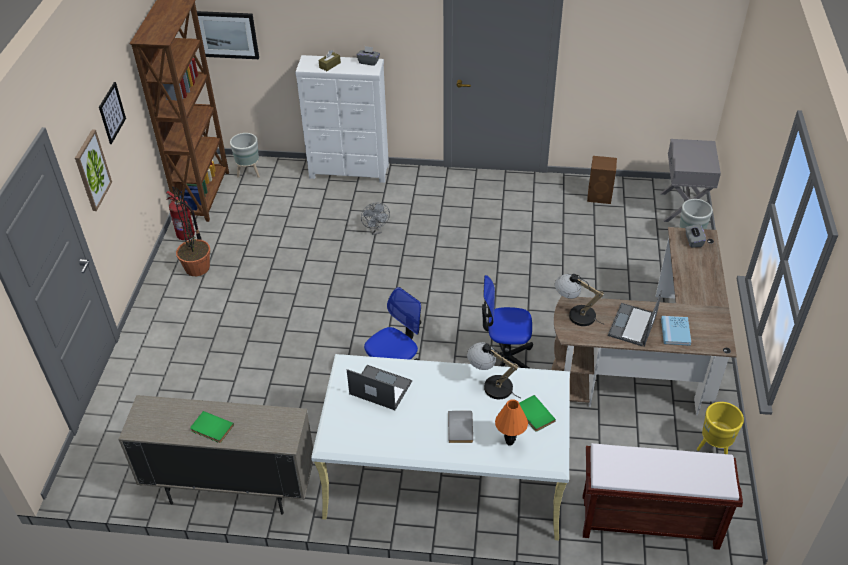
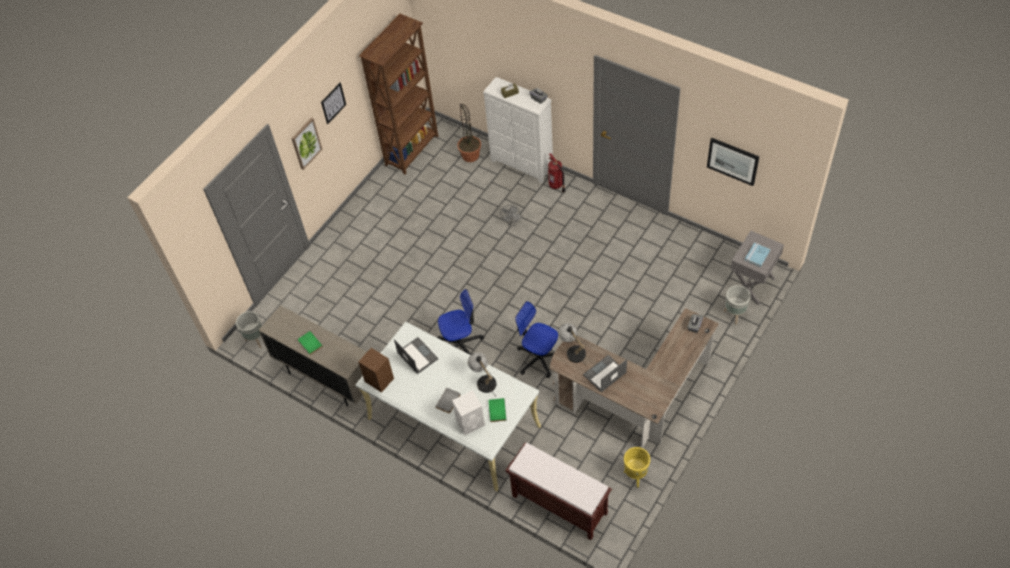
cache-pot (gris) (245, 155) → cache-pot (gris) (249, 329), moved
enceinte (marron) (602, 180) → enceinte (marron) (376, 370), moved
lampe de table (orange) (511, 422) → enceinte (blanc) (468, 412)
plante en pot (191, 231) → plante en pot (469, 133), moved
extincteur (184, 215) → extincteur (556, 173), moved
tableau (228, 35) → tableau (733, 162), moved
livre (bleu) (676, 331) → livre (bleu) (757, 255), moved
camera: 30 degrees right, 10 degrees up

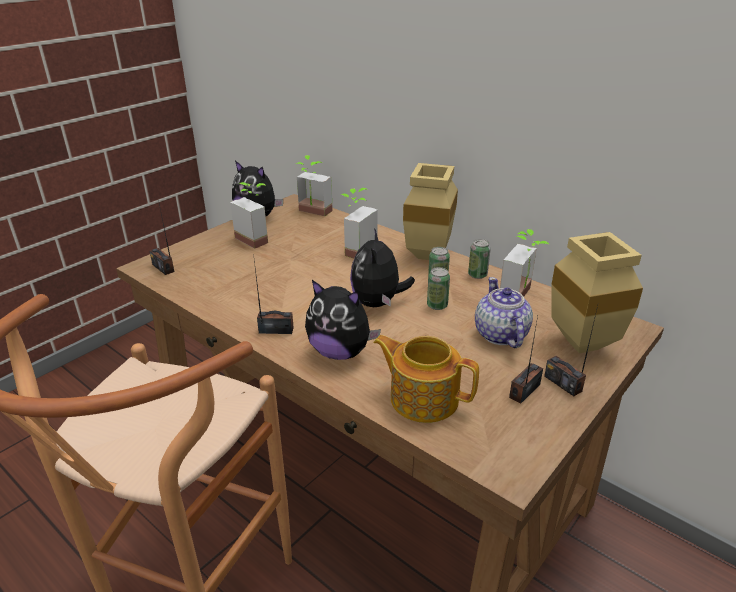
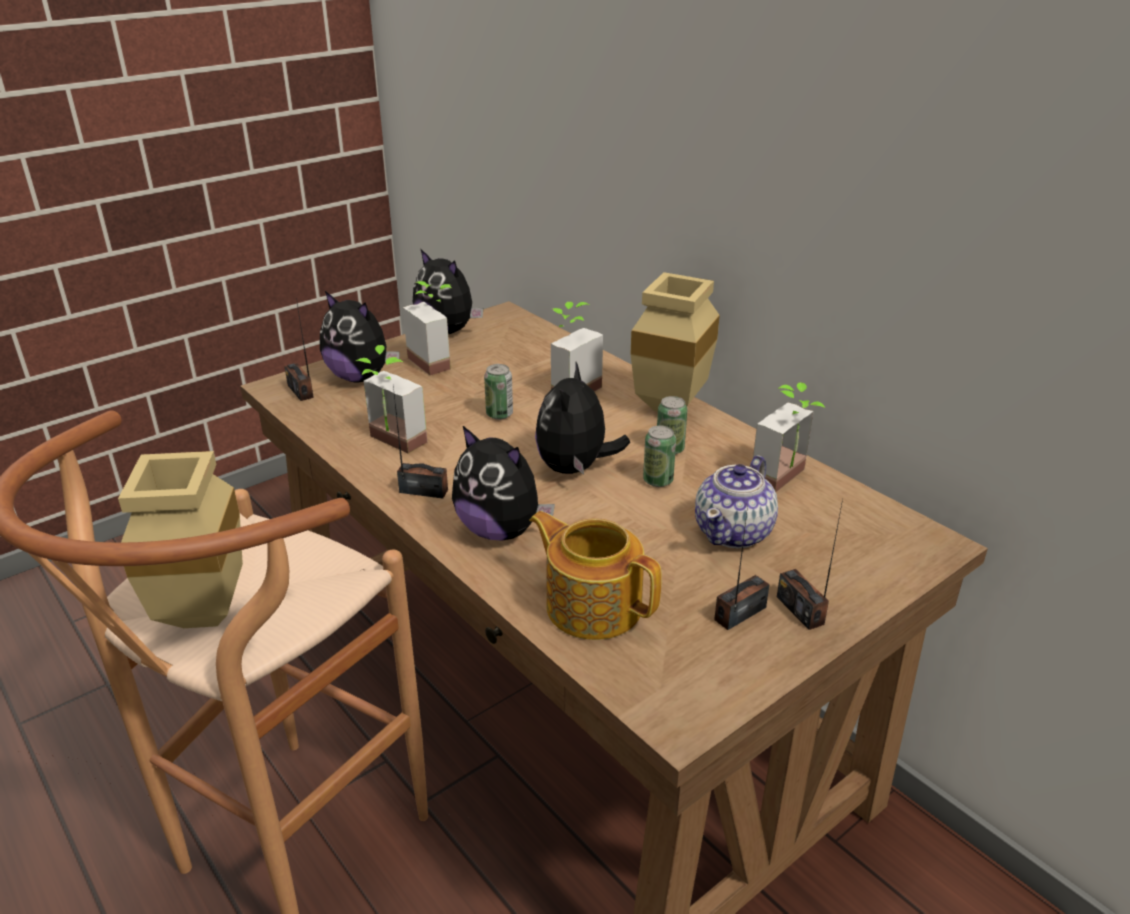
vase (beige) (597, 292) → vase (beige) (180, 539), moved
- → peluche (360, 337)
plante en pot (314, 185) → plante en pot (391, 399), moved
boîte métallique (479, 259) → boîte métallique (498, 392), moved
théière (504, 312) → théière (736, 502), 150 degrees counterclockwise
camera: 10 degrees right, 0 degrees up

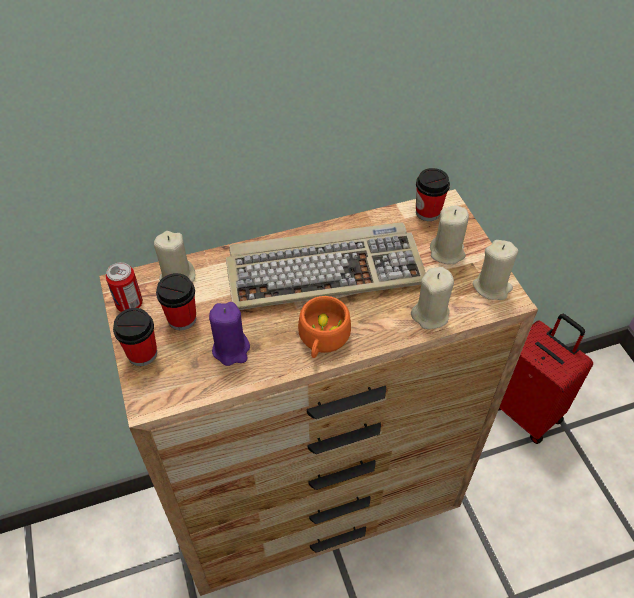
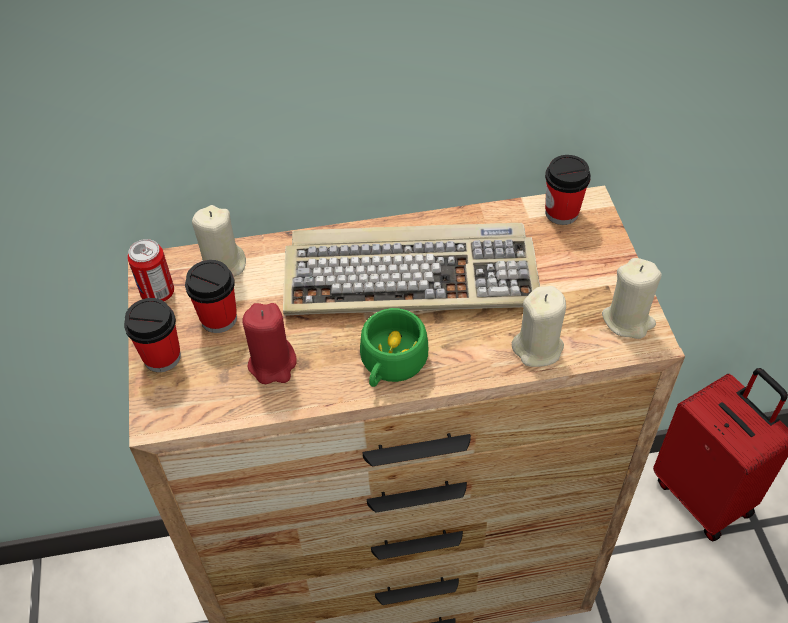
bougie (violet) (229, 334) → bougie (rouge) (269, 343)
tasse (orange) (324, 327) → tasse (vert) (394, 347)
bougie (beige) (449, 234) → -
camera: 10 degrees right, 0 degrees up

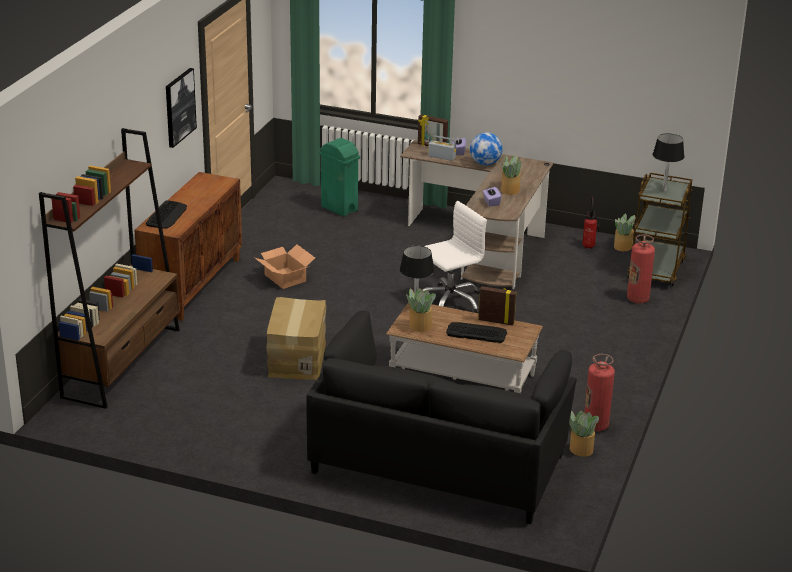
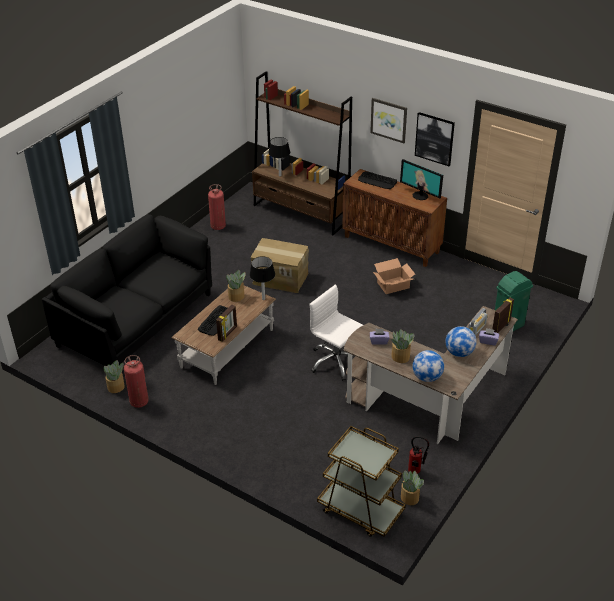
extincteur (641, 268) → extincteur (217, 207), moved
lampe de table (noir) (668, 162) → lampe de table (noir) (279, 156), moved
chaise de bureau (blanc) (454, 257) → chaise de bureau (blanc) (336, 332), 150 degrees clockwise
- → tableau (388, 120)
- → écran d'ordinateur (421, 179)
- → globe (428, 366)
camera: 105 degrees right, 10 degrees up

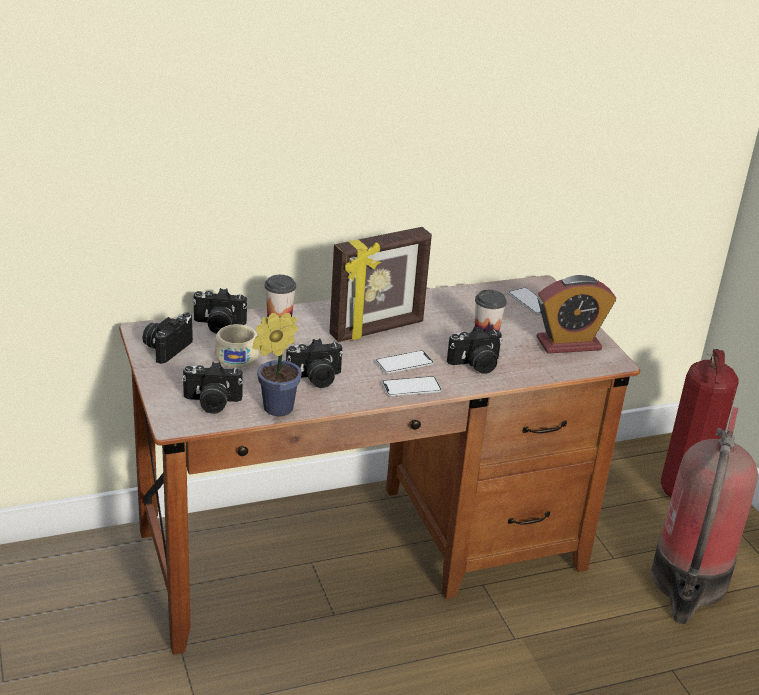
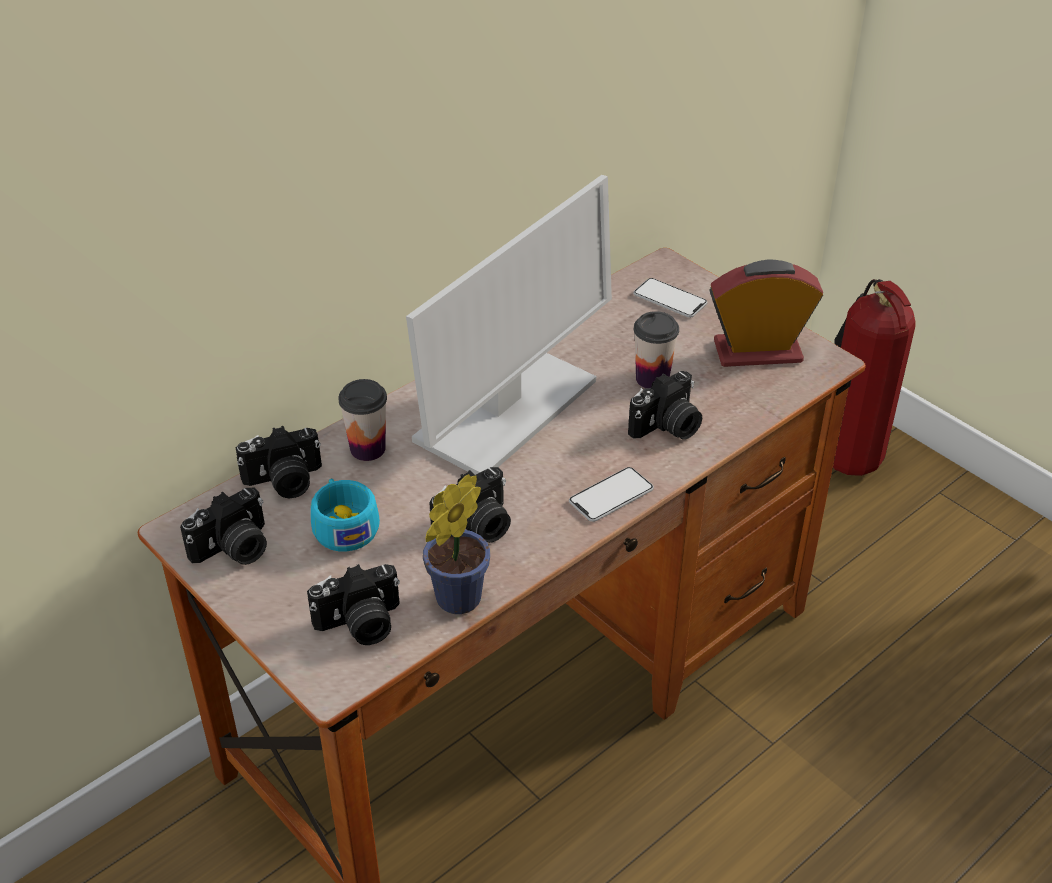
appareil photo (167, 338) → appareil photo (223, 526), 135 degrees counterclockwise
tasse (beige) (237, 346) → tasse (turquoise) (345, 515)
cadre photo (380, 284) → écran d'ordinateur (509, 325)
réveil (576, 314) → réveil (766, 313), 150 degrees counterclockwise
téléphone (404, 362) → -
extincteur (704, 515) → -
camera: 20 degrees left, 10 degrees up

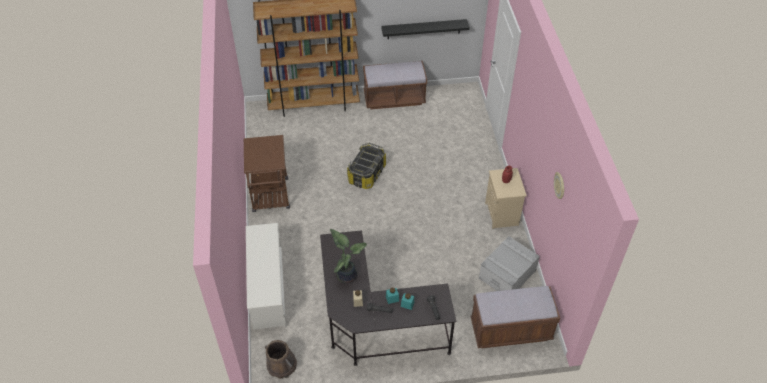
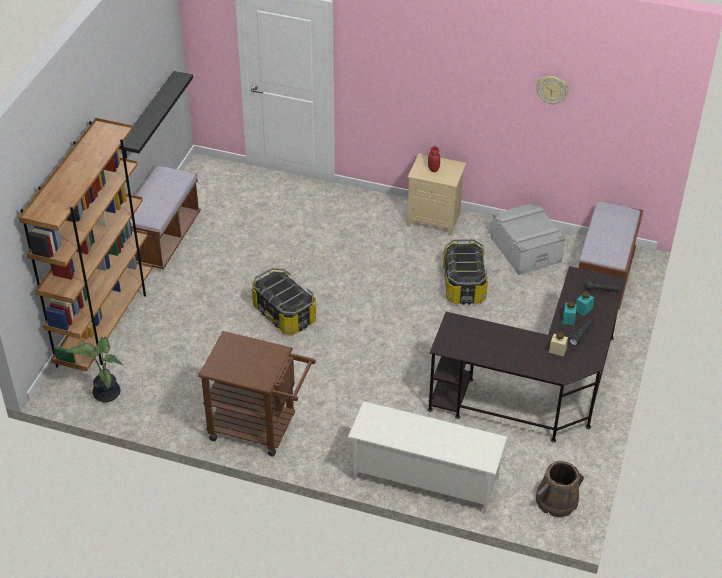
plante en pot (348, 256) → plante en pot (94, 369), moved
- → boîte de rangement (465, 272)
camera: 65 degrees left, 5 degrees down

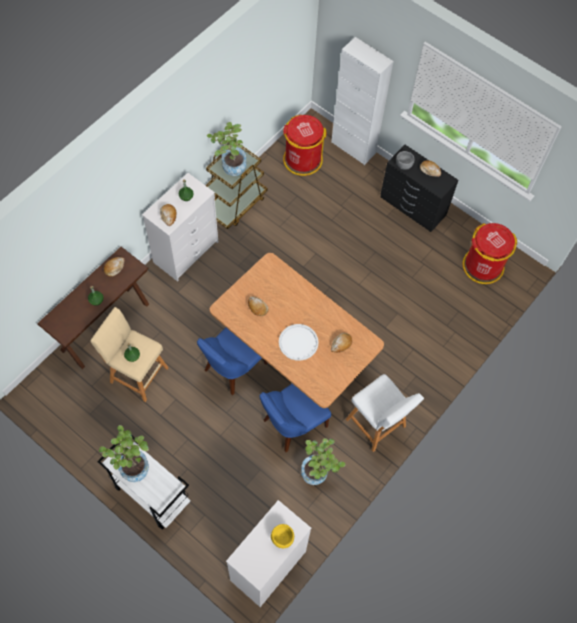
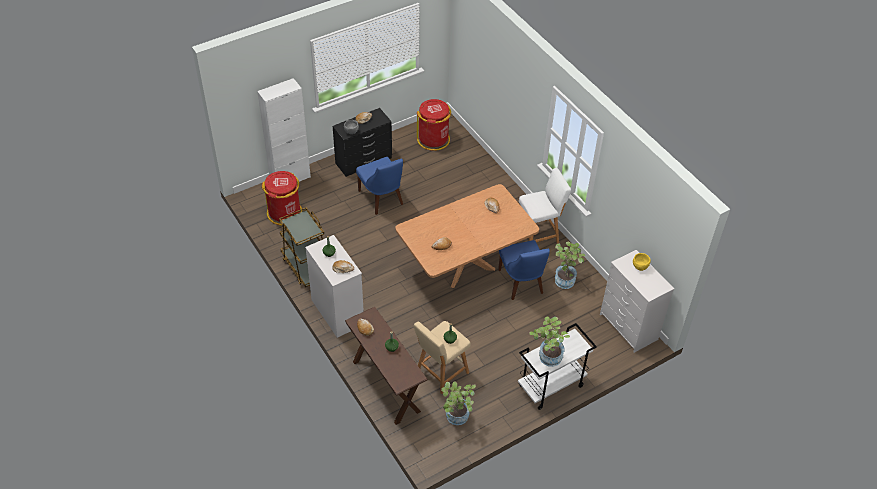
chaise (bleu) (232, 361) → chaise (bleu) (379, 186), moved
plante en pot (227, 149) → plante en pot (458, 403), moved
plateau (blanc) (299, 342) → -
camera: 70 degrees left, 15 degrees down

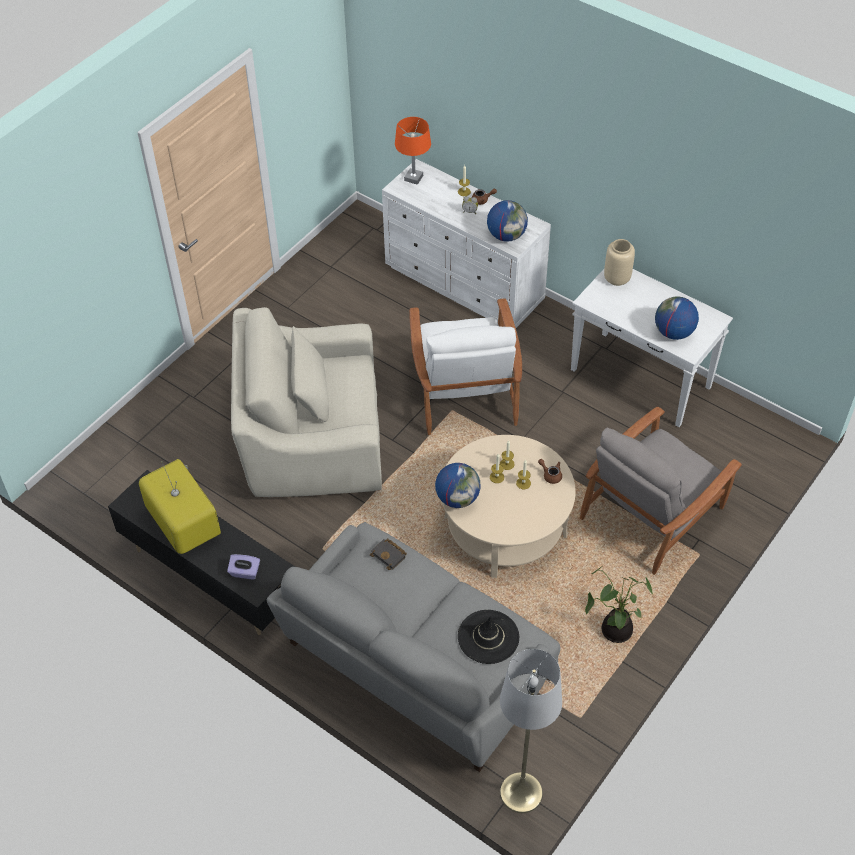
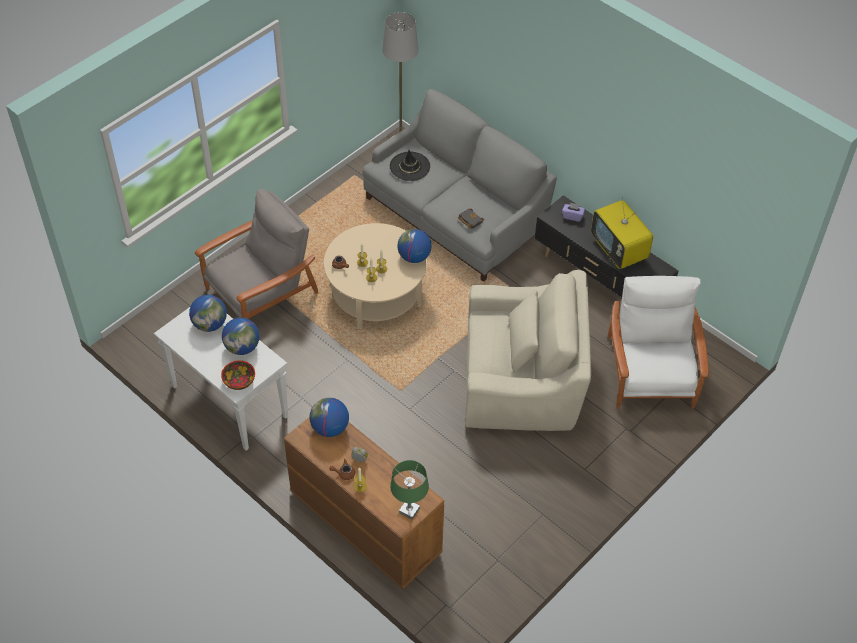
vase (beige) (619, 262) → bol (238, 375)
- → globe (240, 336)
commode (blanc) (466, 243) → commode (marron) (364, 503)
lampe de table (orange) (413, 151) → lampe de table (vert) (409, 490)
fauteuil (blanc) (465, 367) → fauteuil (blanc) (658, 342), moved
plante en pot (619, 605) → -
camera: 175 degrees left, 0 degrees up

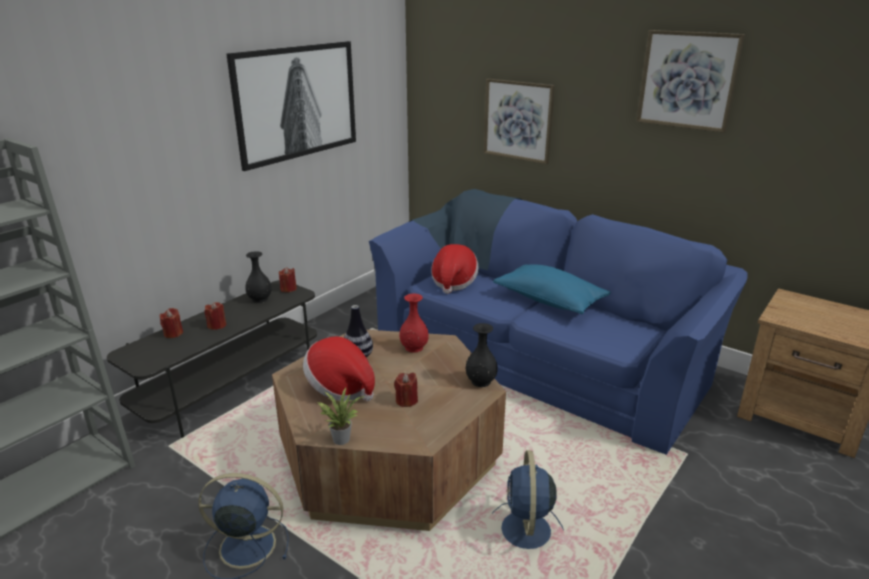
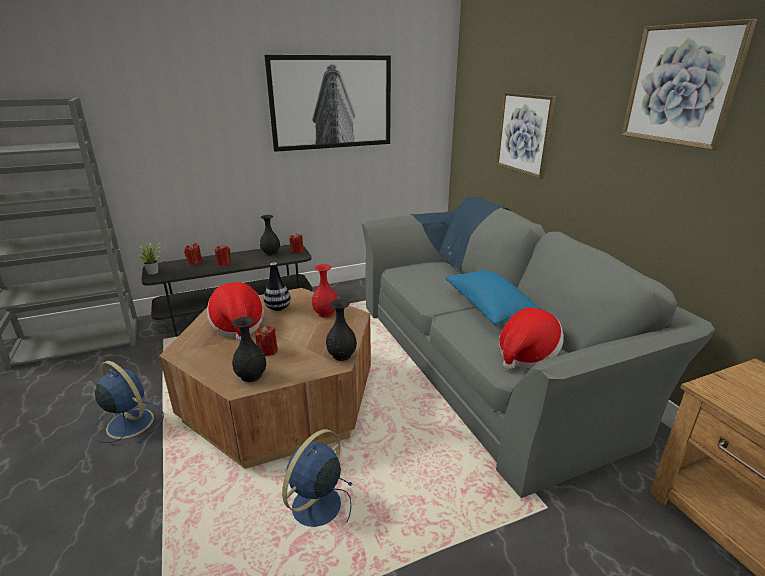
plante en pot (341, 416) → plante en pot (147, 258), moved
- → vase (noir) (249, 349)
canapé (bleu) (558, 322) → canapé (gris) (538, 347)
chapeau (455, 269) → chapeau (531, 339), moved
camera: 30 degrees right, 0 degrees up

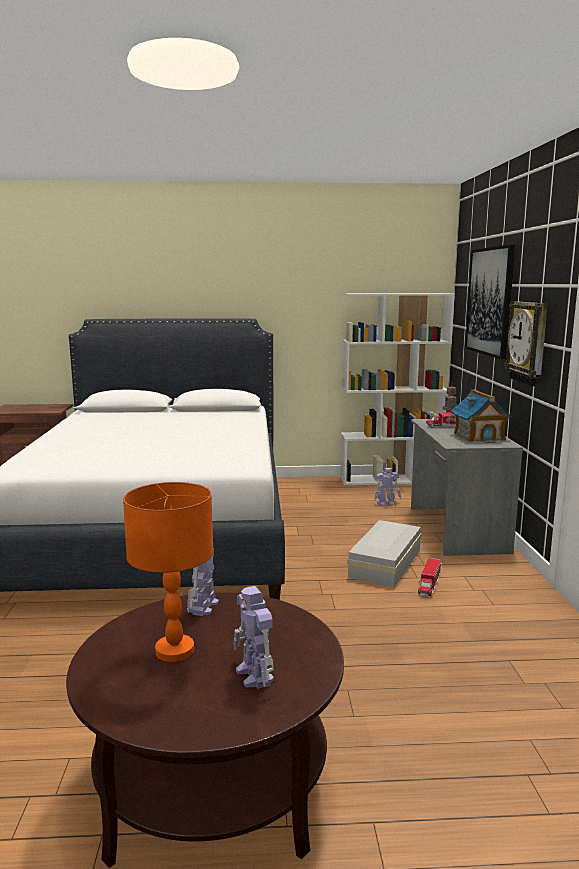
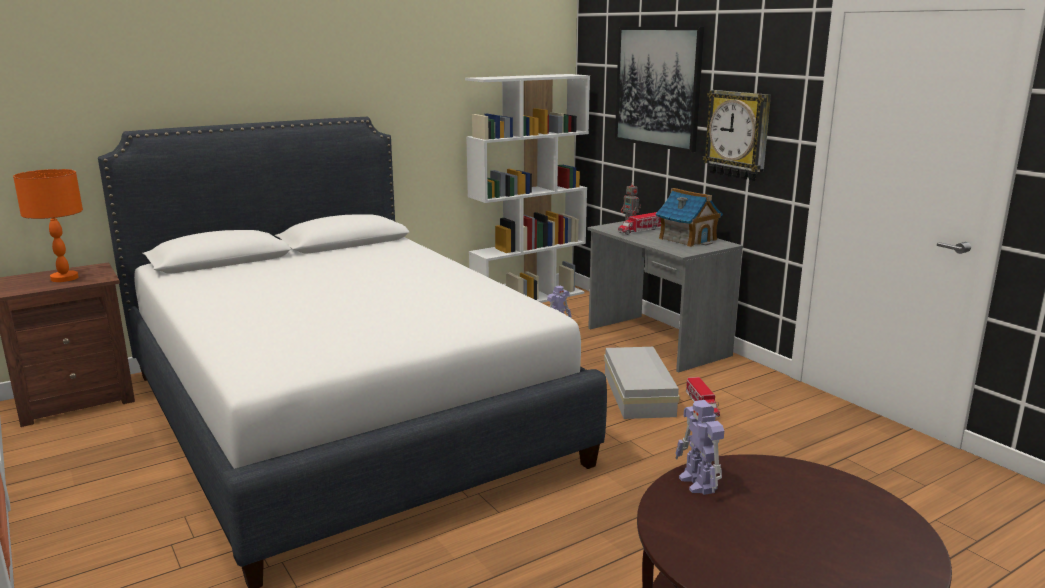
lampe de table (orange) (168, 572) → lampe de table (orange) (48, 225), moved
robot jouet (254, 637) → -
camera: 30 degrees left, 5 degrees up

